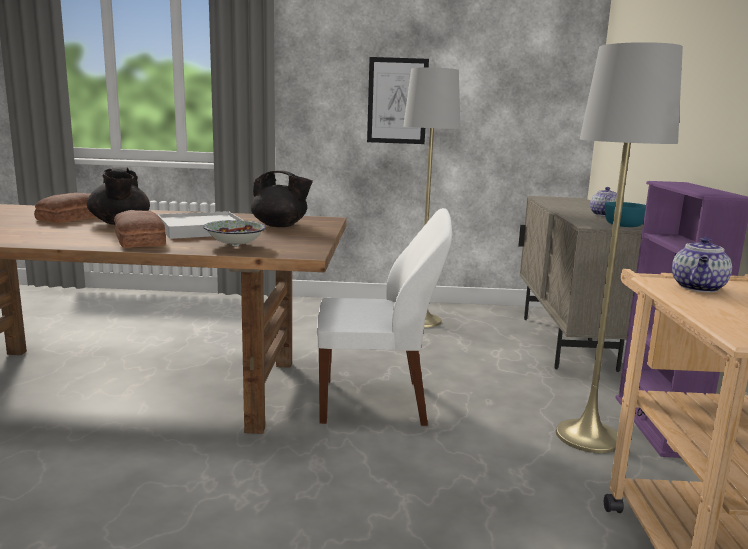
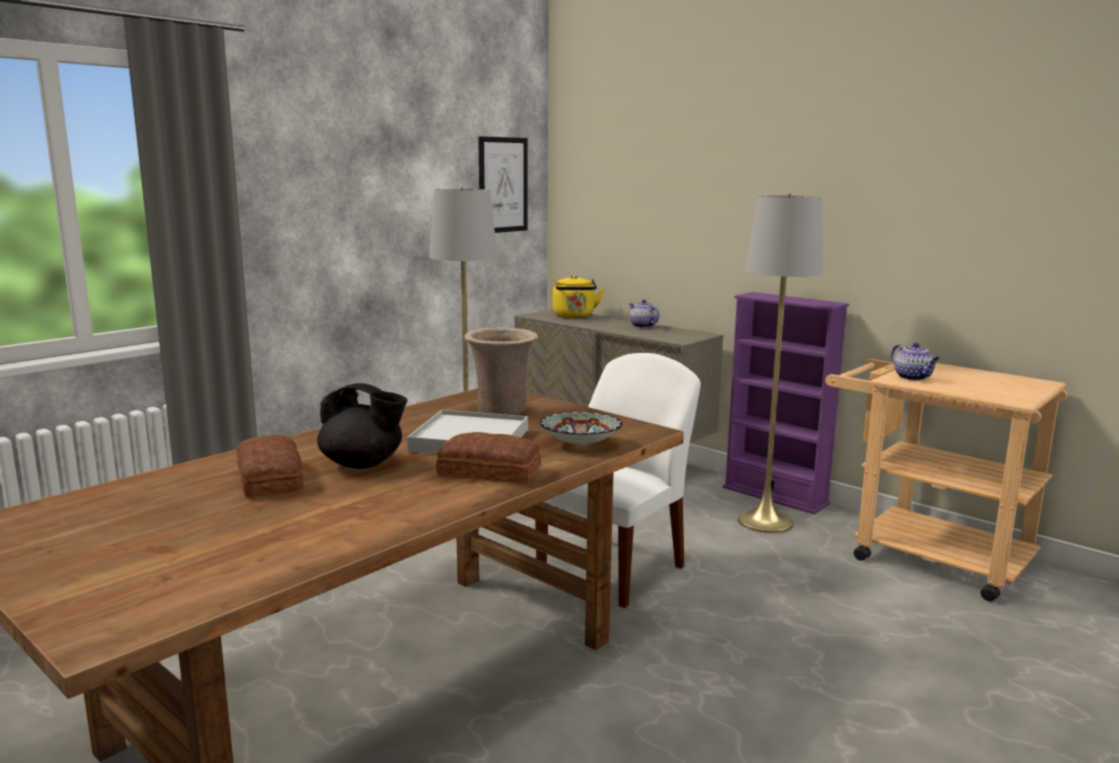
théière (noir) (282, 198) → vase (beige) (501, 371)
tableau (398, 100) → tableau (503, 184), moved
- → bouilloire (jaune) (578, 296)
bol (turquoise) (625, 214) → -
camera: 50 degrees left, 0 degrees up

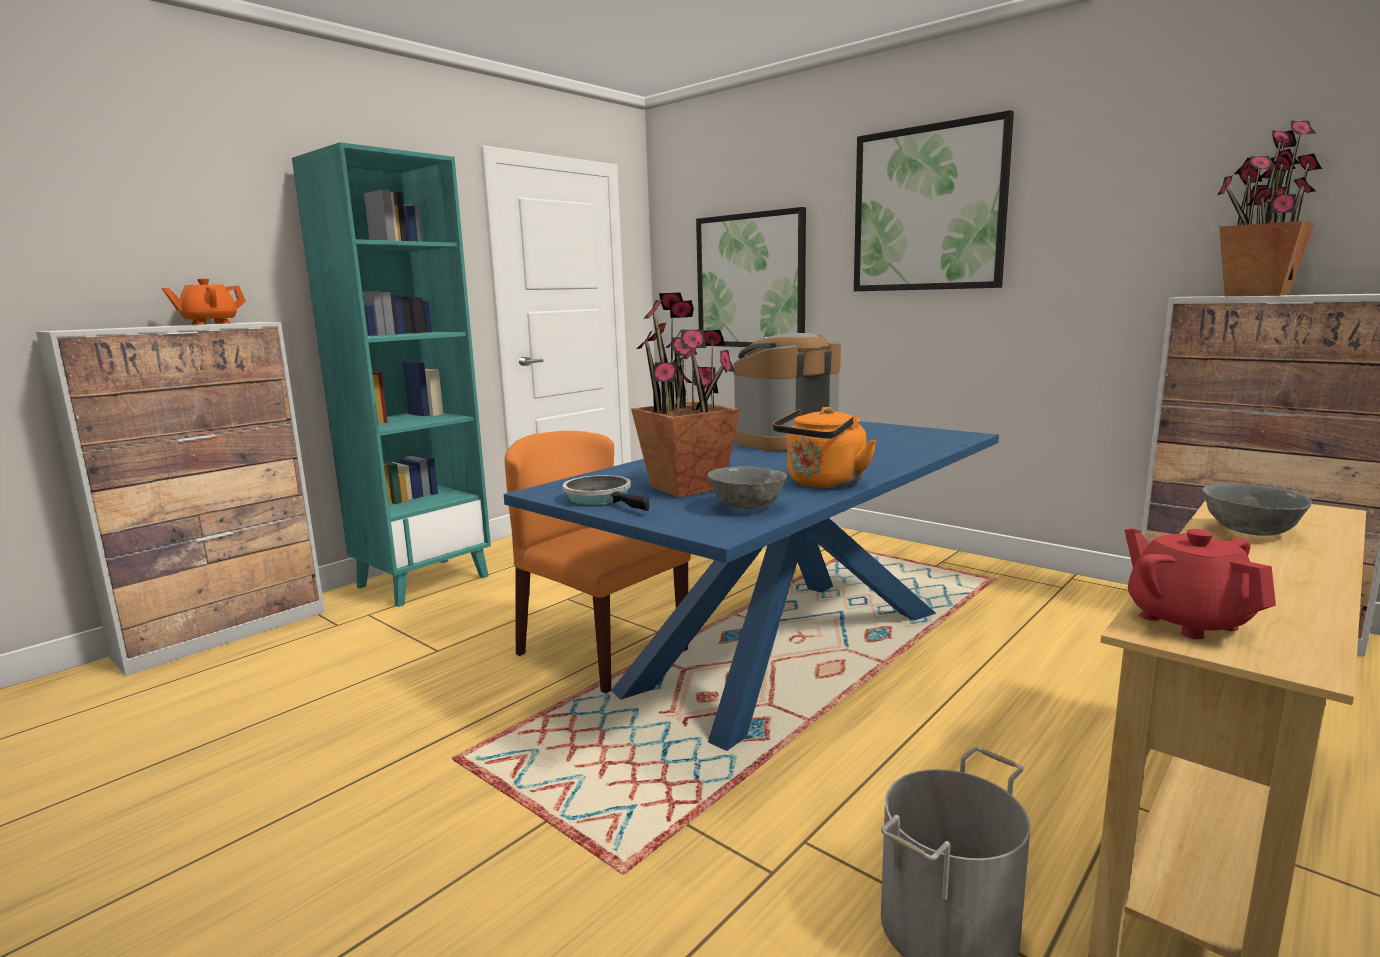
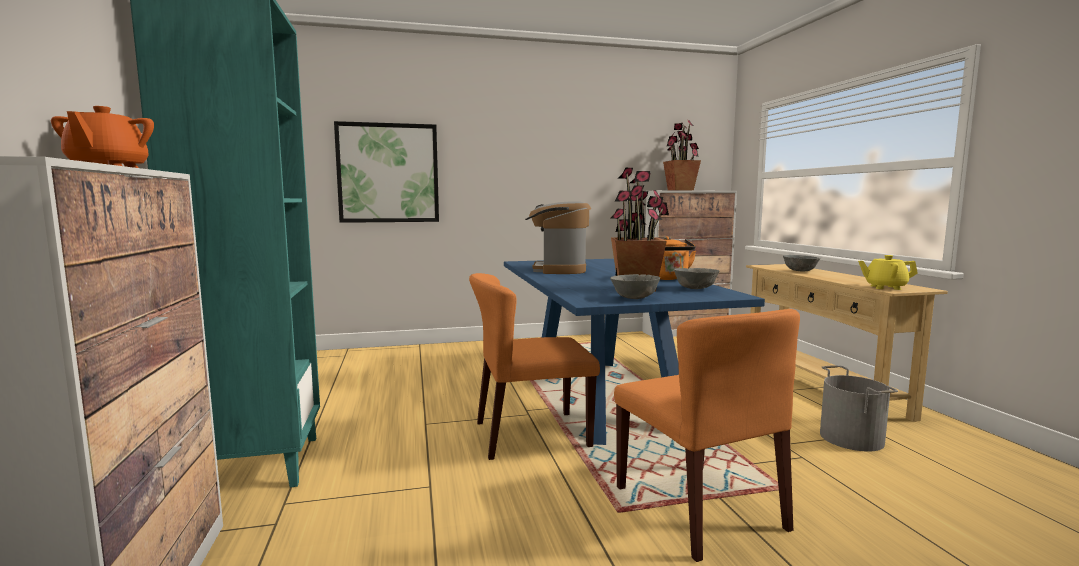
poêle (606, 493) → bol (gris) (635, 286)
- → chaise (orange) (707, 435)
théière (rouge) (1200, 583) → théière (jaune) (888, 272)
tableau (934, 200) → -
camera: 55 degrees left, 5 degrees down

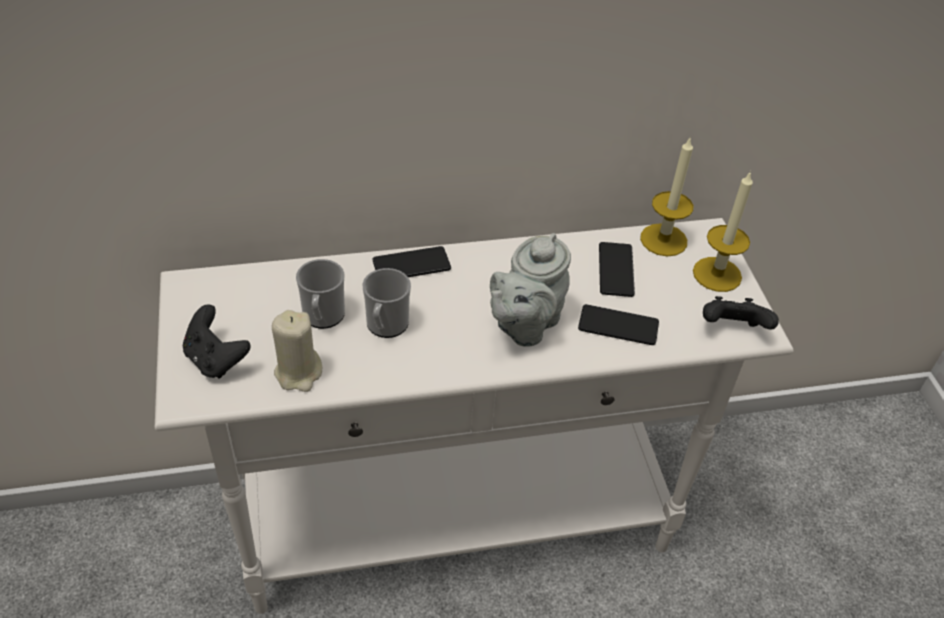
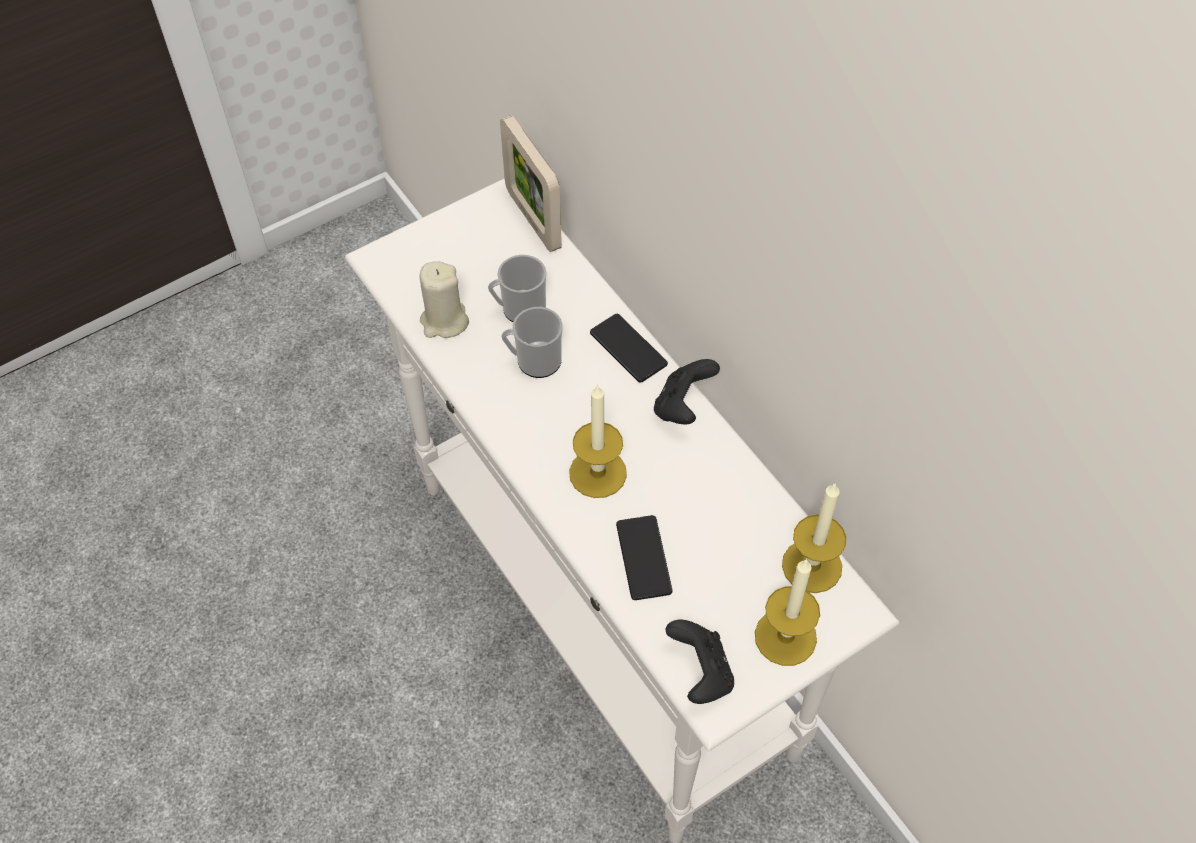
- → cadre photo (531, 183)
théière (gris) (530, 290) → bougie (598, 441)
manette (noir) (217, 341) → manette (noir) (687, 391), moved
téléphone (617, 269) → -
camera: 70 degrees right, 10 degrees up

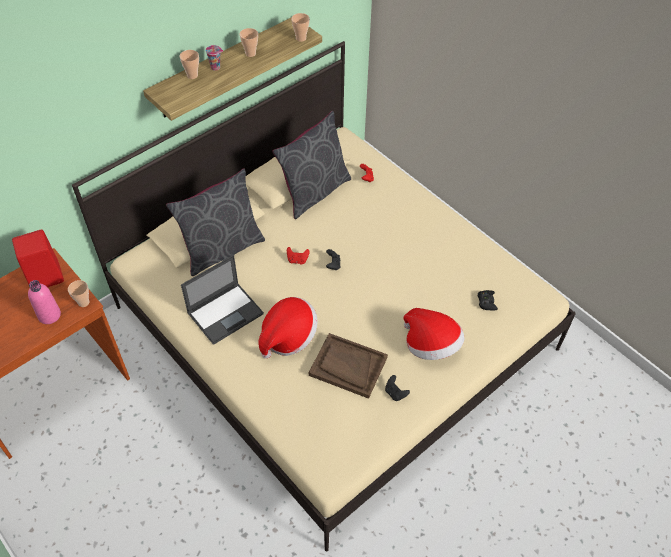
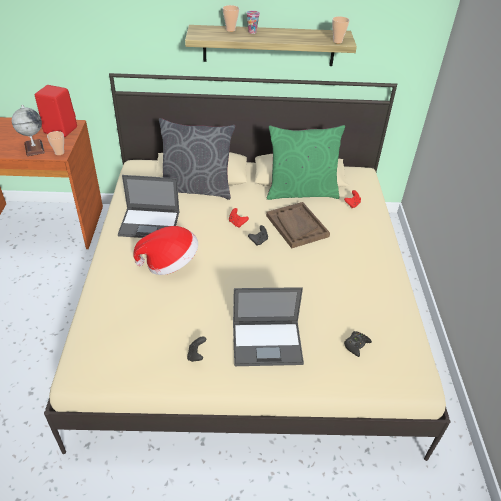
bouteille (rose) (44, 302) → globe (28, 130)
chapeau (433, 334) → ordinateur portable (268, 326)
plateau (marron) (348, 366) → plateau (marron) (298, 225), moved
coussin (gris) (311, 165) → coussin (vert) (306, 162)
tasse (248, 42) → -
camera: 40 degrees right, 10 degrees down

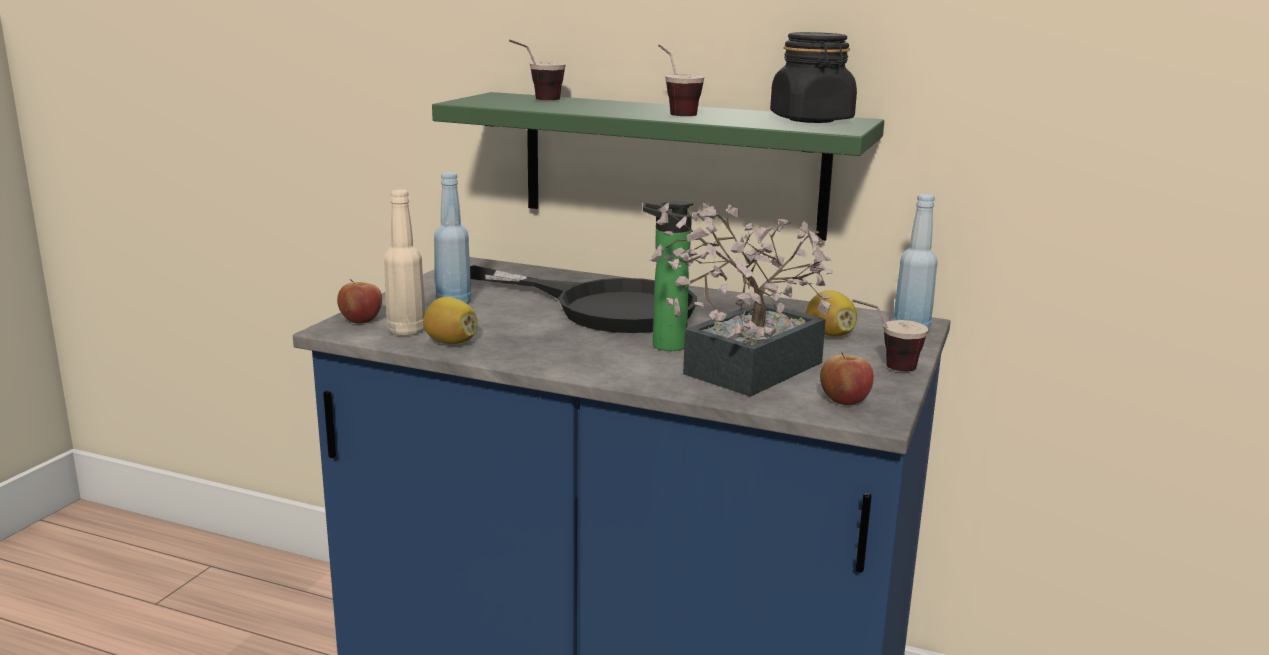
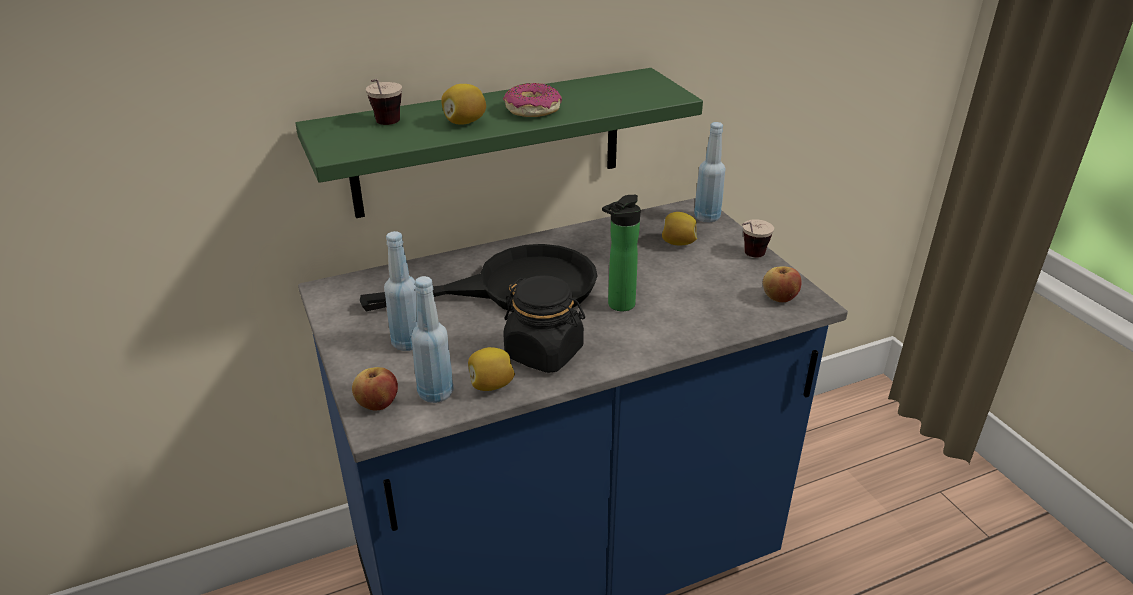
bouteille (beige) (404, 262) → bouteille (bleu) (432, 339)
- → citron (463, 104)
tasse (681, 80) → beignet (532, 100)
bocal (noir) (813, 77) → bocal (noir) (544, 324), moved
plante en pot (741, 299) → -
camera: 45 degrees left, 15 degrees up

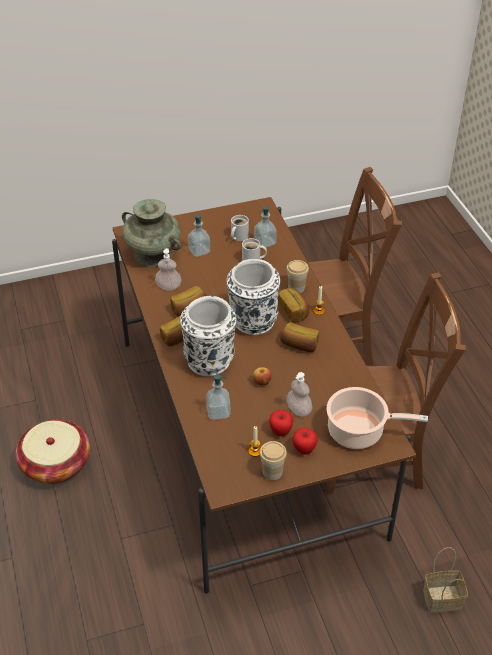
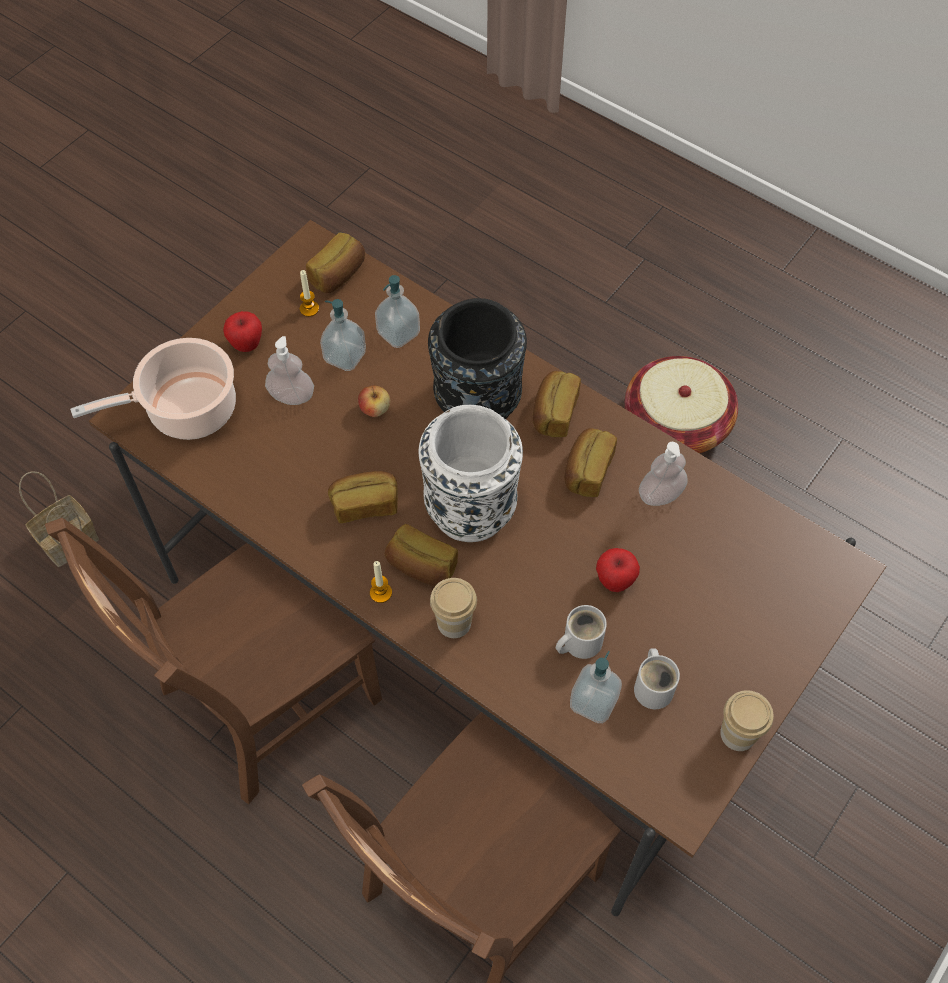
- → pain (335, 262)
distributeur de savon (199, 235) → distributeur de savon (343, 335), moved
vase (blanc) (208, 336) → vase (noir) (477, 358)
pomme (281, 423) → pomme (618, 570), moved
tasse (273, 460) → tasse (746, 720), moved
vase (turquoise) (151, 233) → -
camera: 145 degrees right, 15 degrees up

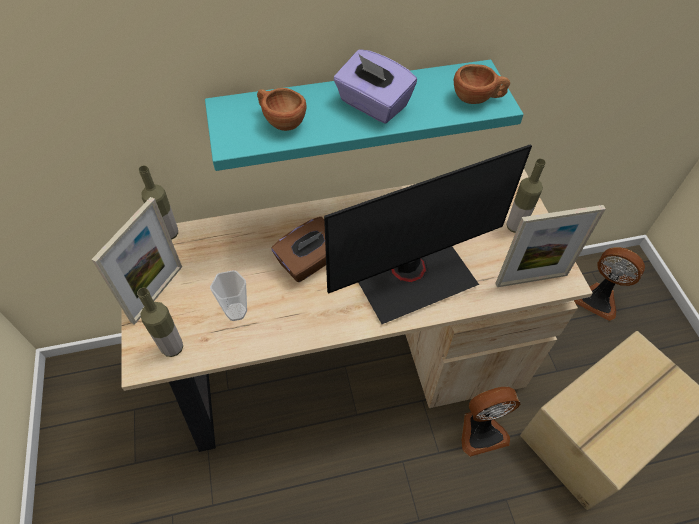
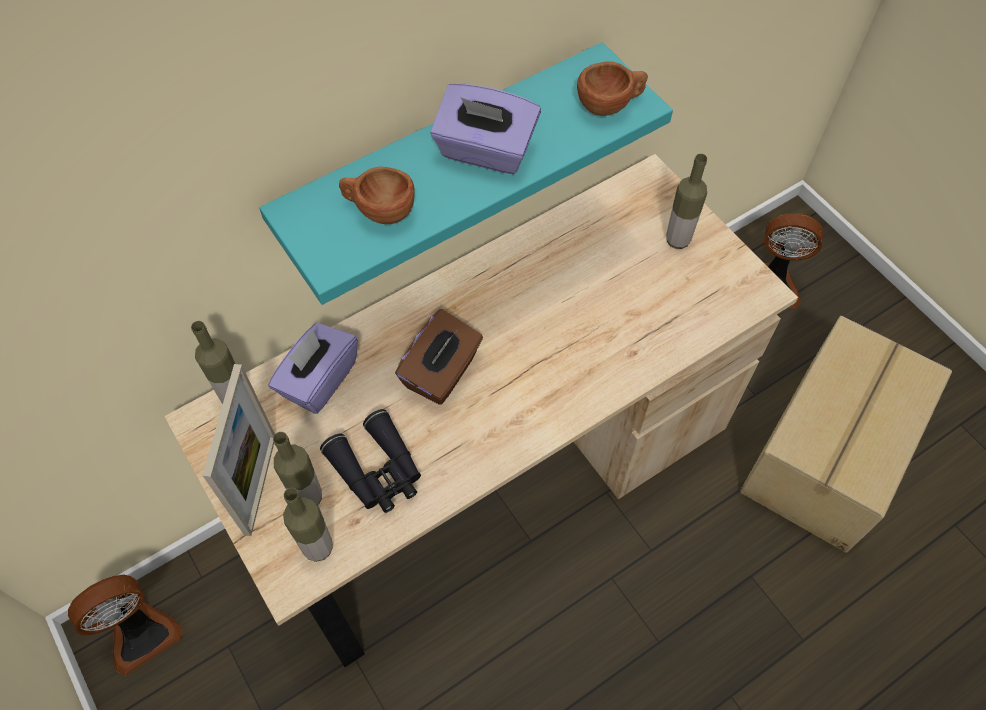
ventilateur (490, 422) → ventilateur (125, 625), moved
- → boîte à mouchoirs (violet) (313, 368)
- → bouteille (297, 469)
tasse (228, 295) → jumelles (noir) (370, 461)
écran d'ordinateur (428, 234) → -
cadre photo (550, 246) → -
camera: 20 degrees left, 5 degrees up

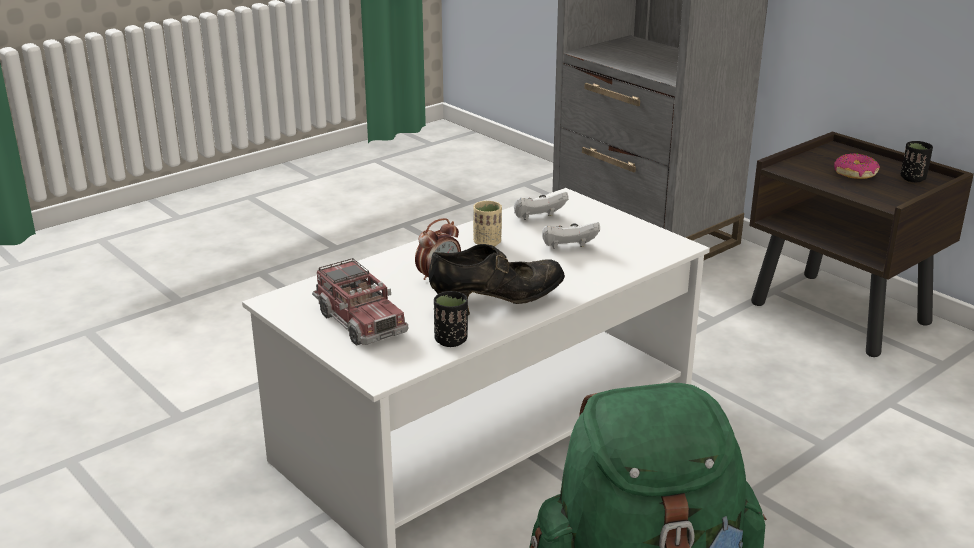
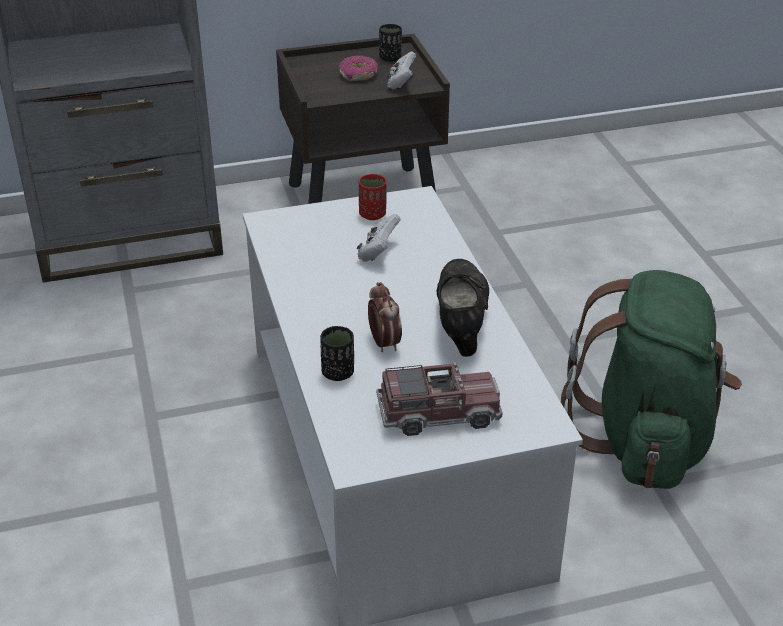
tasse (noir) (451, 319) → tasse (noir) (337, 353), moved
- → tasse (rouge) (373, 197)
manette (blanc) (541, 206) → manette (blanc) (401, 70), moved
tasse (beige) (487, 224) → -
camera: 65 degrees left, 10 degrees up

